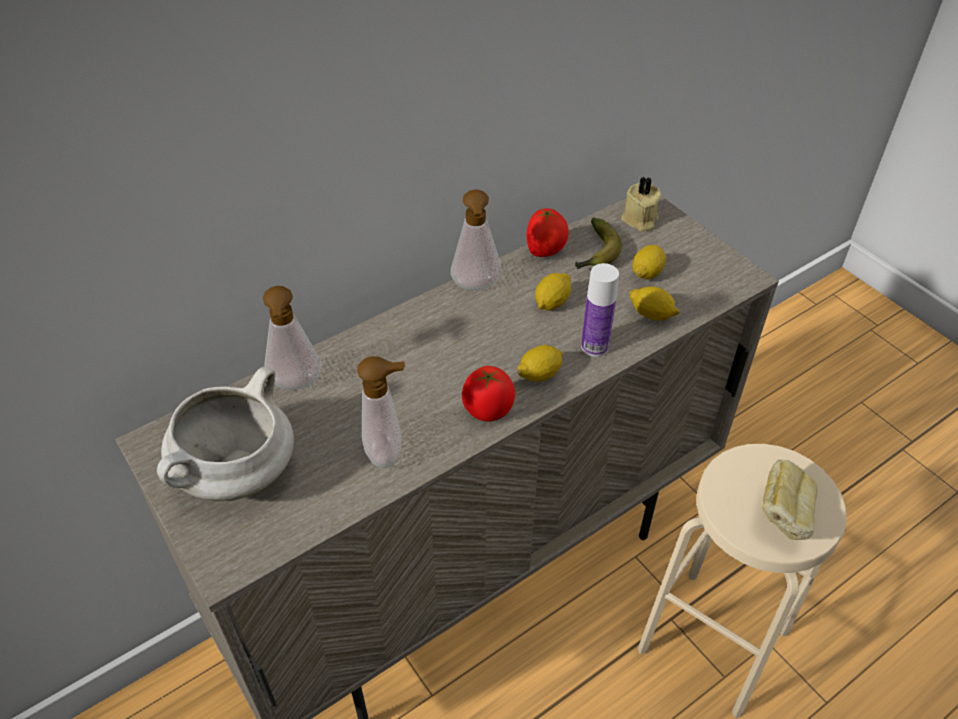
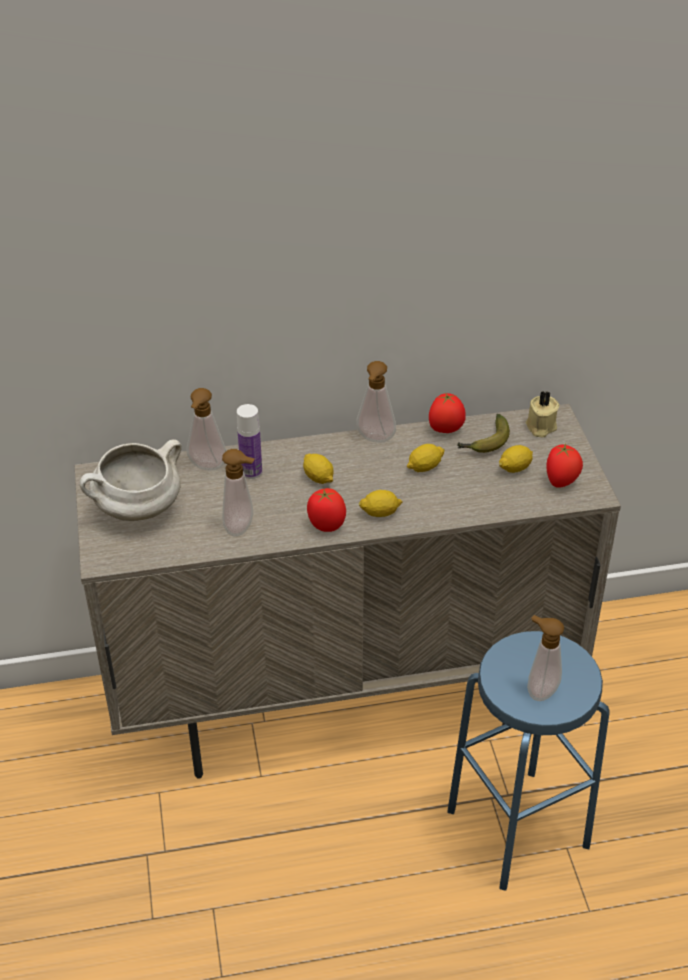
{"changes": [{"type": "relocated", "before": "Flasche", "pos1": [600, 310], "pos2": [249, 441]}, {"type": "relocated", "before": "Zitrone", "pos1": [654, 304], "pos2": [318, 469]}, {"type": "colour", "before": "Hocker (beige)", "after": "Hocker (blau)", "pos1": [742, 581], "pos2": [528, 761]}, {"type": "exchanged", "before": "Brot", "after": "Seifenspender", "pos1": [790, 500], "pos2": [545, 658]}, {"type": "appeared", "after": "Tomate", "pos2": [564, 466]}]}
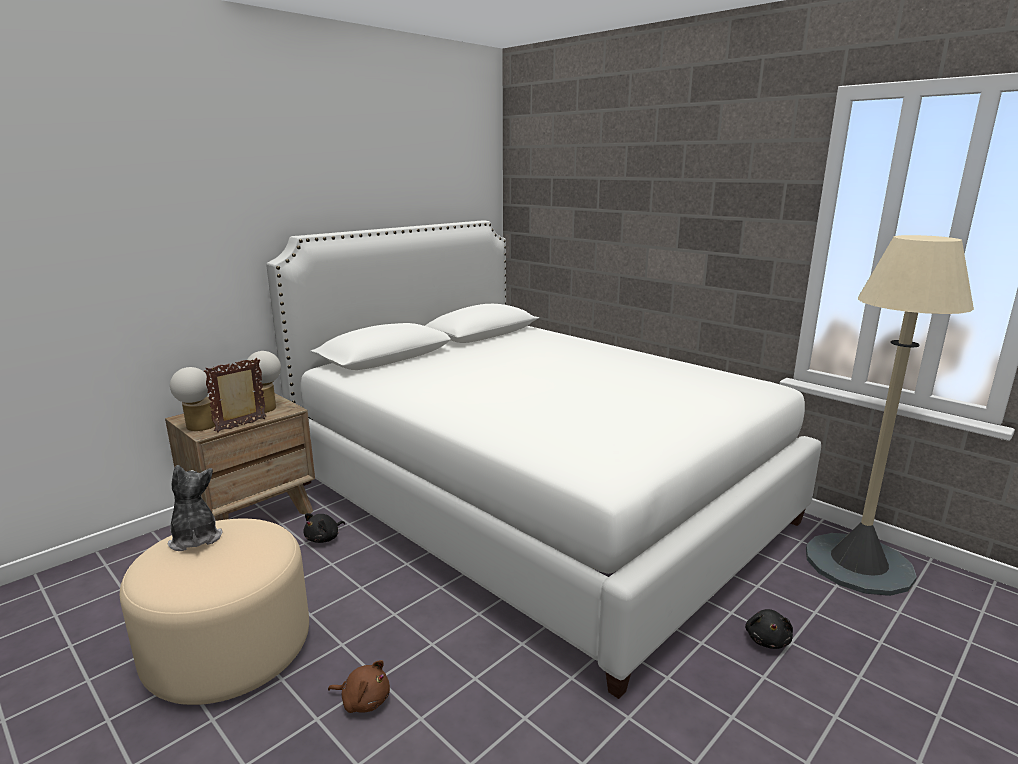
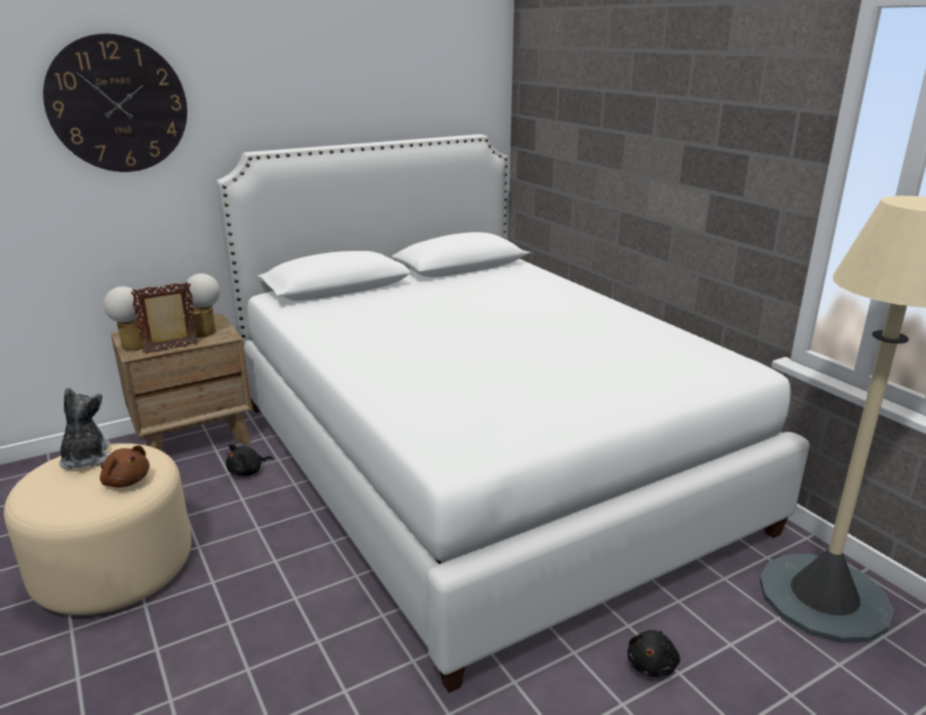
{"changes": [{"type": "relocated", "before": "Plüschtier (braun)", "pos1": [359, 686], "pos2": [125, 466]}, {"type": "appeared", "after": "Wanduhr", "pos2": [115, 103]}]}
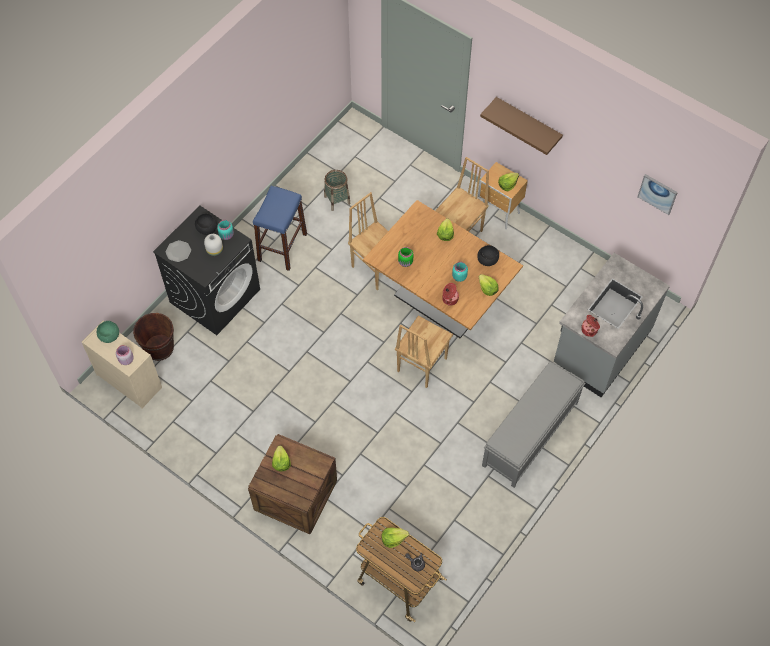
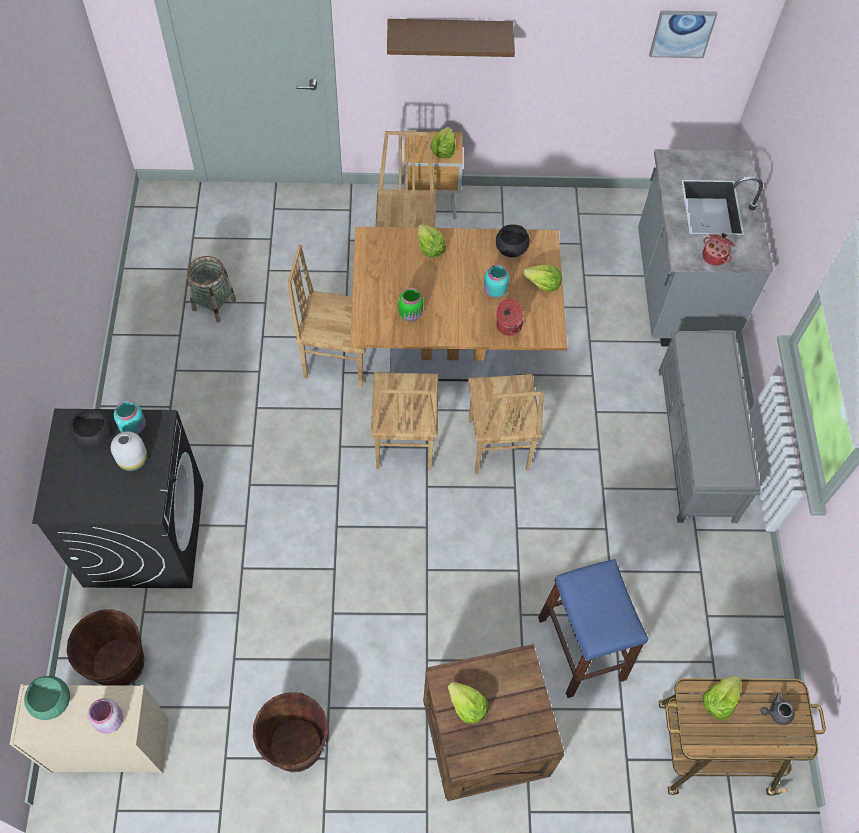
{"changes": [{"type": "relocated", "before": "Hocker (blau)", "pos1": [280, 228], "pos2": [593, 628]}, {"type": "missing", "before": "Teller", "pos1": [178, 251]}, {"type": "appeared", "after": "Stuhl (braun)", "pos2": [404, 421]}, {"type": "appeared", "after": "Eimer (braun)", "pos2": [290, 732]}]}
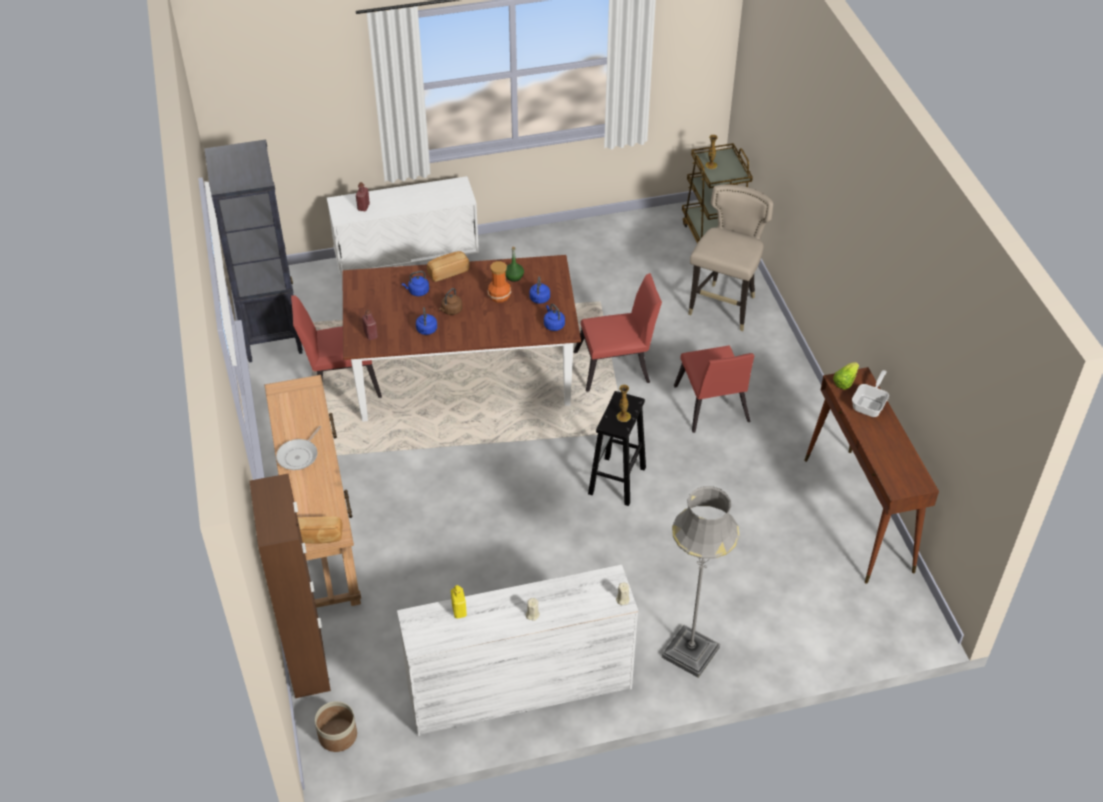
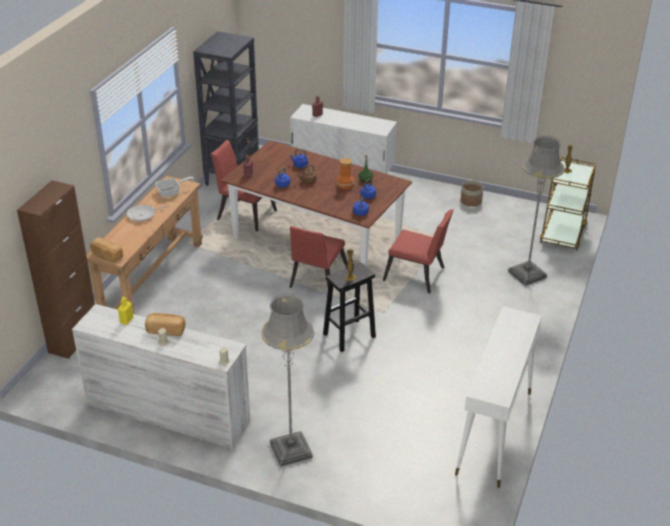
{"changes": [{"type": "exchanged", "before": "Hocker (beige)", "after": "Stehlampe (grau)", "pos1": [730, 257], "pos2": [536, 211]}, {"type": "relocated", "before": "Brot", "pos1": [448, 266], "pos2": [165, 324]}, {"type": "relocated", "before": "Stuhl (rot)", "pos1": [714, 389], "pos2": [318, 257]}, {"type": "missing", "before": "Salatkopf", "pos1": [846, 376]}, {"type": "colour", "before": "Konsolentisch (braun)", "after": "Konsolentisch (weiß)", "pos1": [871, 475], "pos2": [498, 397]}, {"type": "relocated", "before": "Pfanne", "pos1": [870, 393], "pos2": [174, 187]}, {"type": "relocated", "before": "Pflanzkübel", "pos1": [336, 726], "pos2": [472, 193]}]}
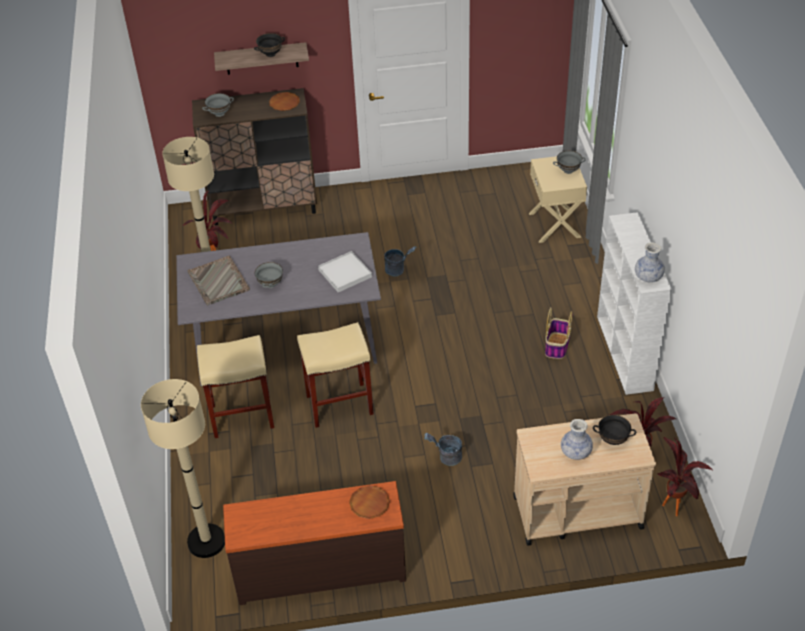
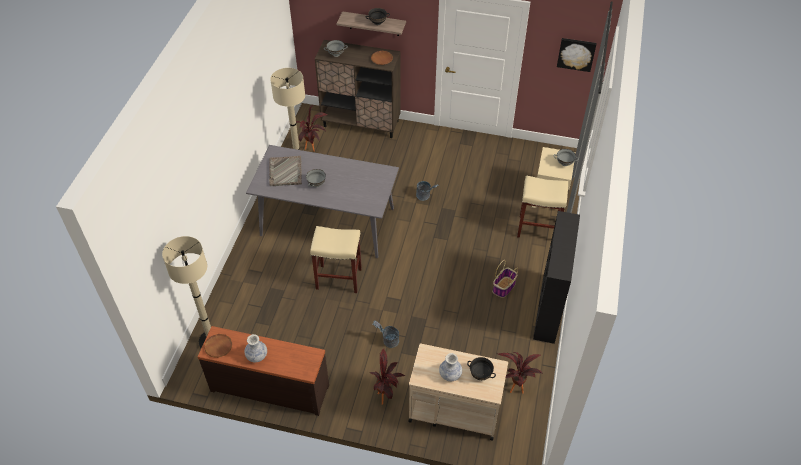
{"changes": [{"type": "colour", "before": "Bücherregal (weiß)", "after": "Bücherregal (schwarz)", "pos1": [634, 303], "pos2": [556, 277]}, {"type": "relocated", "before": "Vase", "pos1": [650, 262], "pos2": [255, 348]}, {"type": "missing", "before": "Tablett (weiß)", "pos1": [345, 271]}, {"type": "relocated", "before": "Hocker (beige)", "pos1": [235, 386], "pos2": [542, 207]}, {"type": "relocated", "before": "Topfpflanze", "pos1": [684, 476], "pos2": [387, 377]}, {"type": "relocated", "before": "Teller (braun)", "pos1": [369, 502], "pos2": [218, 346]}, {"type": "appeared", "after": "Bild", "pos2": [577, 55]}]}
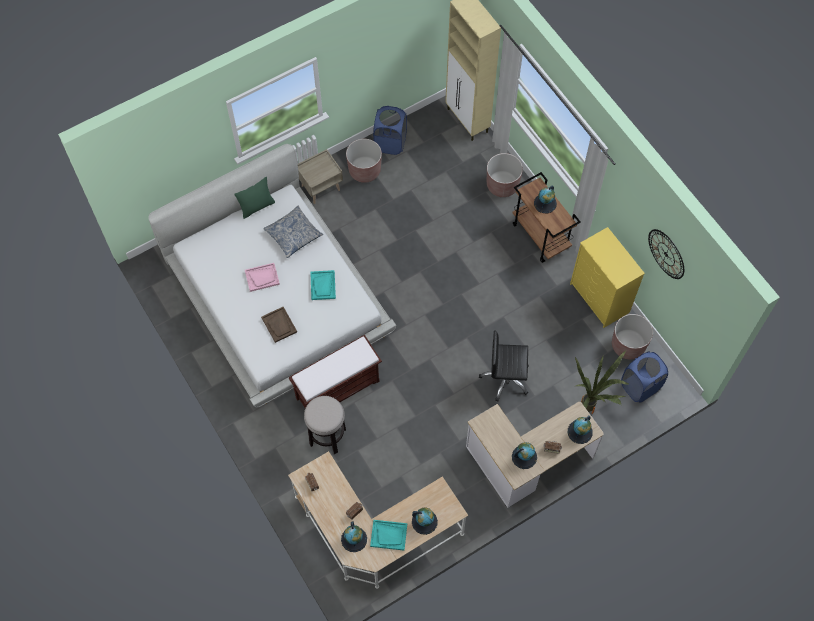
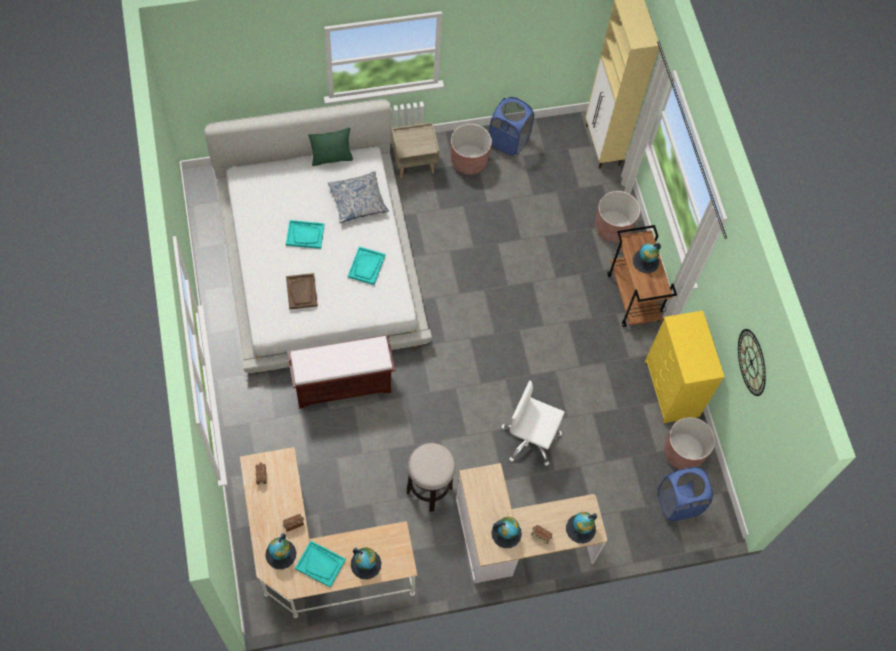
{"changes": [{"type": "colour", "before": "Tablett (rosa)", "after": "Tablett (türkis)", "pos1": [262, 277], "pos2": [305, 234]}, {"type": "colour", "before": "Bürostuhl (schwarz)", "after": "Bürostuhl (weiß)", "pos1": [504, 365], "pos2": [533, 423]}, {"type": "missing", "before": "Topfpflanze", "pos1": [602, 382]}, {"type": "relocated", "before": "Hocker", "pos1": [325, 425], "pos2": [431, 477]}]}
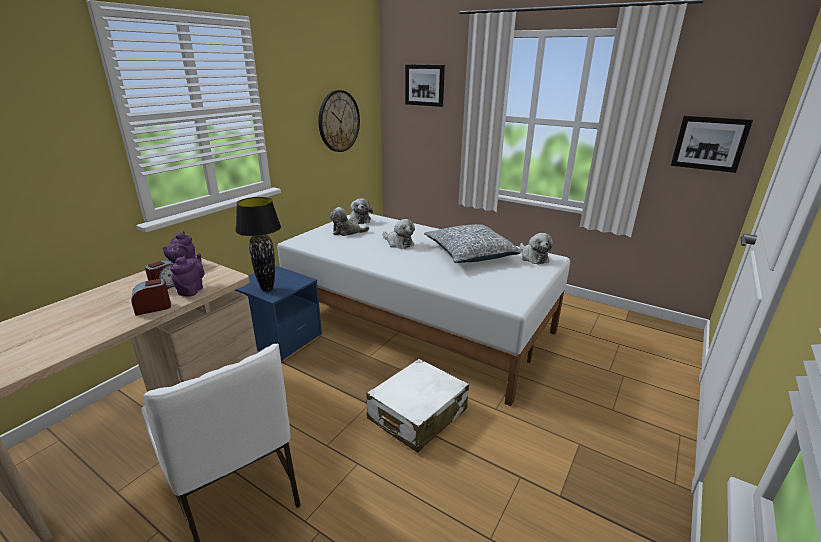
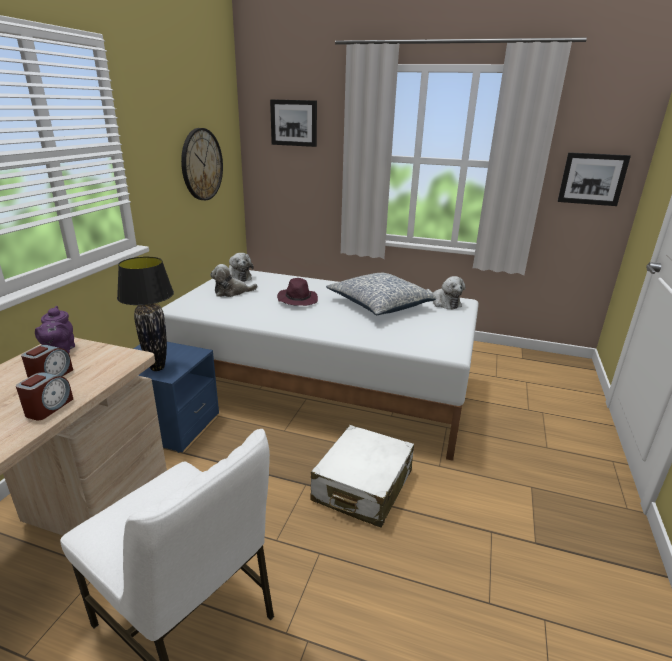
{"changes": [{"type": "exchanged", "before": "Plüschtier", "after": "Hut (lila)", "pos1": [399, 234], "pos2": [297, 292]}, {"type": "missing", "before": "Teekanne (lila)", "pos1": [187, 275]}, {"type": "spun", "before": "Wecker", "pos1": [151, 297], "pos2": [44, 396], "turn": 150}]}
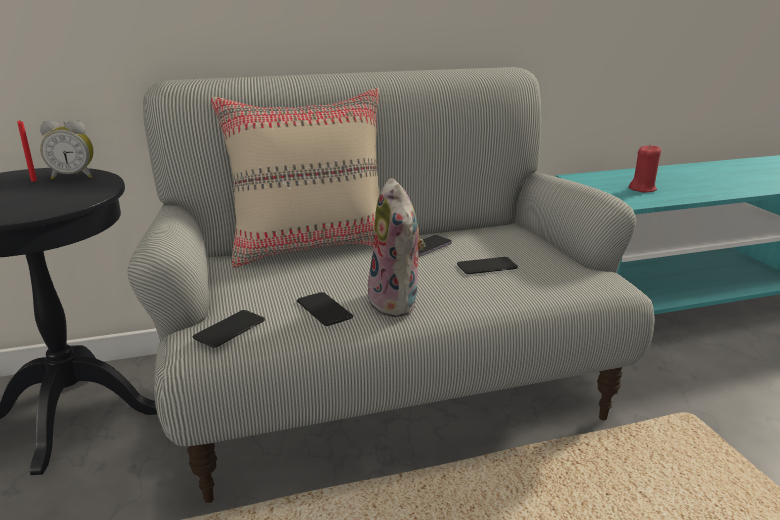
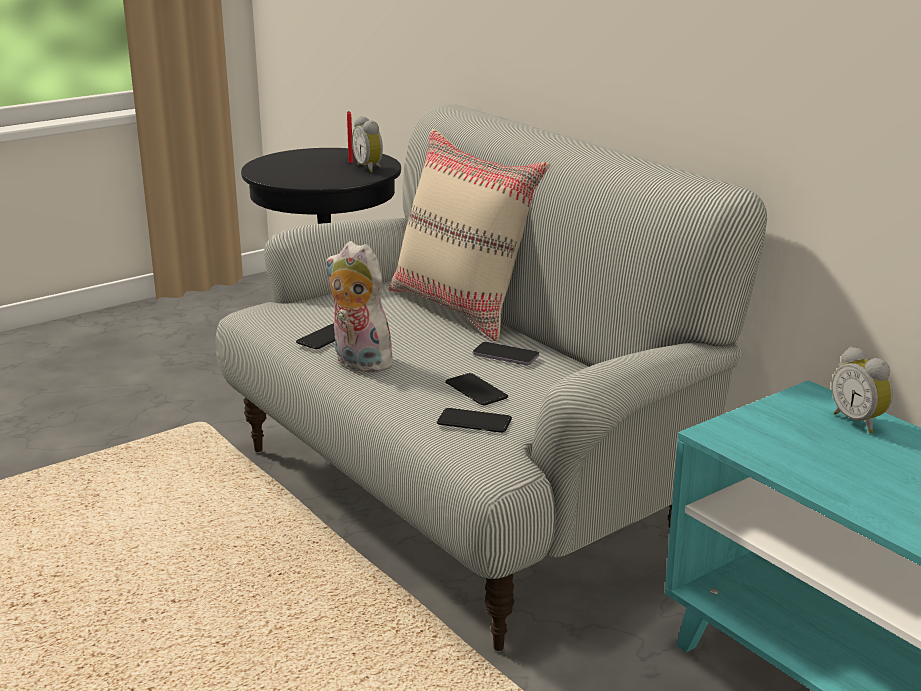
{"changes": [{"type": "missing", "before": "Kerze (rot)", "pos1": [644, 168]}, {"type": "spun", "before": "Plüschtier", "pos1": [396, 247], "pos2": [360, 306], "turn": 75}, {"type": "relocated", "before": "Handy", "pos1": [229, 329], "pos2": [474, 420]}, {"type": "appeared", "after": "Wecker", "pos2": [862, 390]}]}
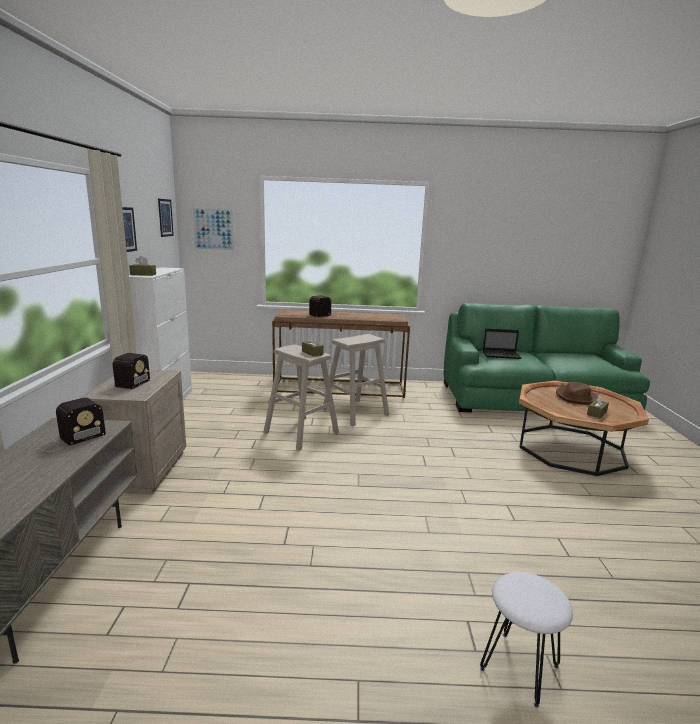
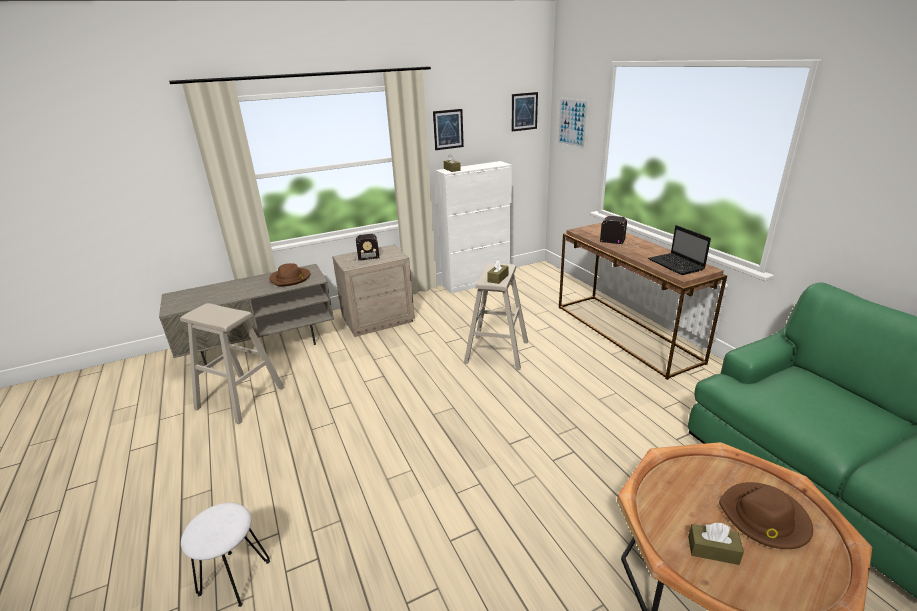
{"changes": [{"type": "relocated", "before": "Laptop", "pos1": [502, 344], "pos2": [679, 250]}, {"type": "relocated", "before": "Hocker (beige)", "pos1": [355, 380], "pos2": [232, 363]}, {"type": "exchanged", "before": "Radio", "after": "Hut (braun)", "pos1": [70, 424], "pos2": [289, 275]}]}
